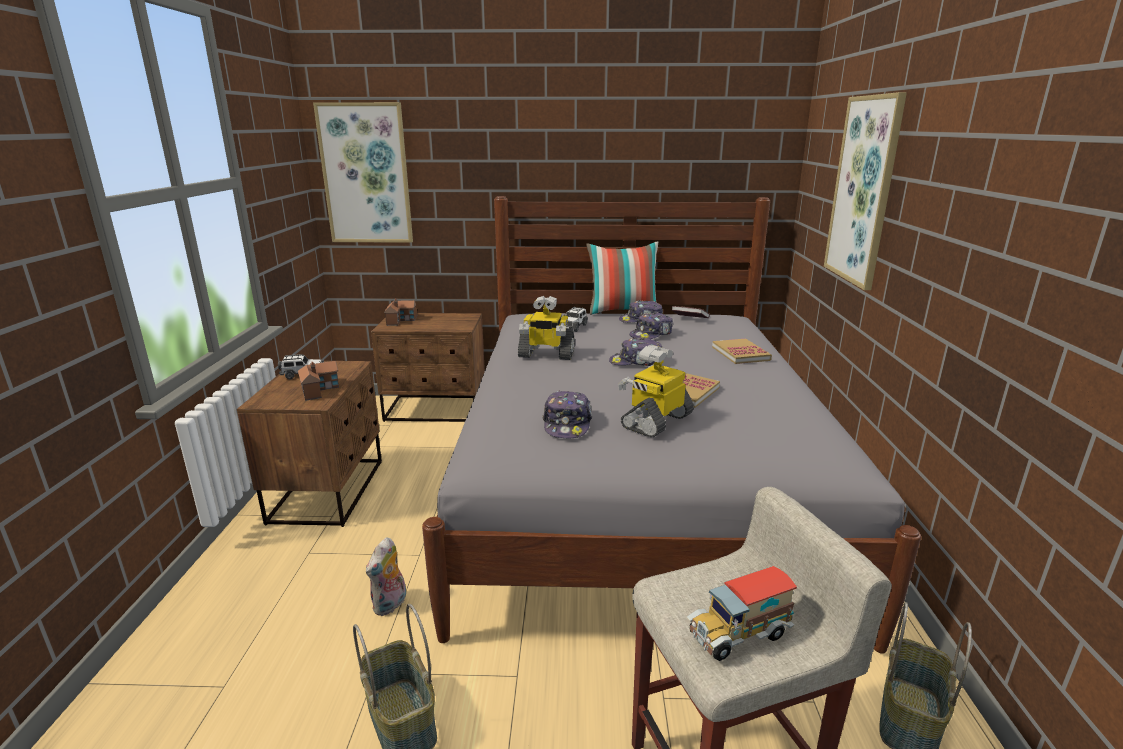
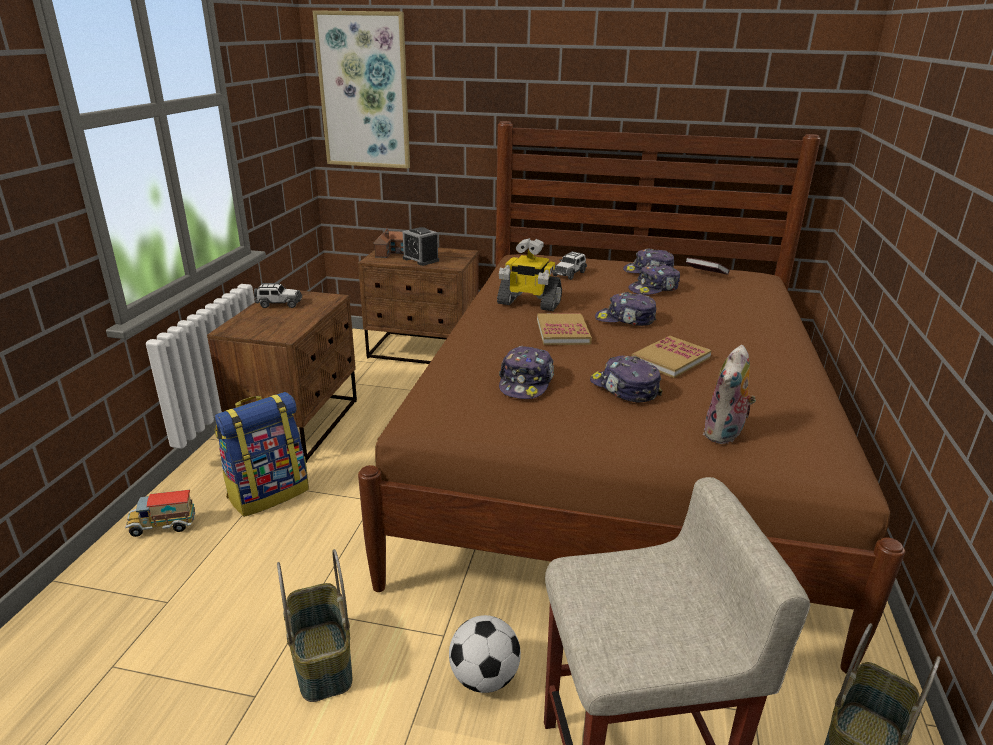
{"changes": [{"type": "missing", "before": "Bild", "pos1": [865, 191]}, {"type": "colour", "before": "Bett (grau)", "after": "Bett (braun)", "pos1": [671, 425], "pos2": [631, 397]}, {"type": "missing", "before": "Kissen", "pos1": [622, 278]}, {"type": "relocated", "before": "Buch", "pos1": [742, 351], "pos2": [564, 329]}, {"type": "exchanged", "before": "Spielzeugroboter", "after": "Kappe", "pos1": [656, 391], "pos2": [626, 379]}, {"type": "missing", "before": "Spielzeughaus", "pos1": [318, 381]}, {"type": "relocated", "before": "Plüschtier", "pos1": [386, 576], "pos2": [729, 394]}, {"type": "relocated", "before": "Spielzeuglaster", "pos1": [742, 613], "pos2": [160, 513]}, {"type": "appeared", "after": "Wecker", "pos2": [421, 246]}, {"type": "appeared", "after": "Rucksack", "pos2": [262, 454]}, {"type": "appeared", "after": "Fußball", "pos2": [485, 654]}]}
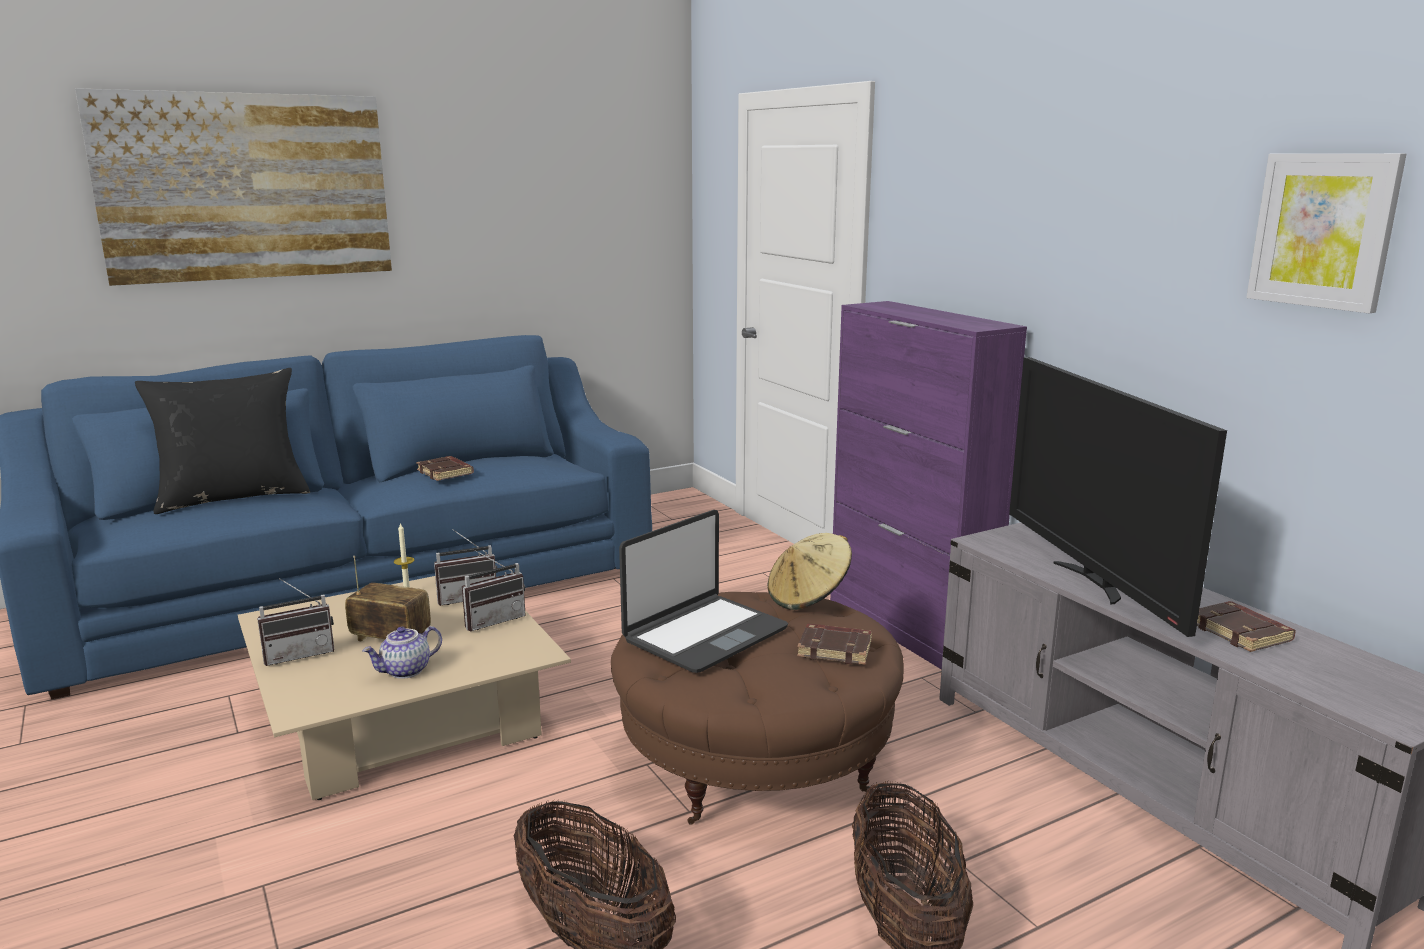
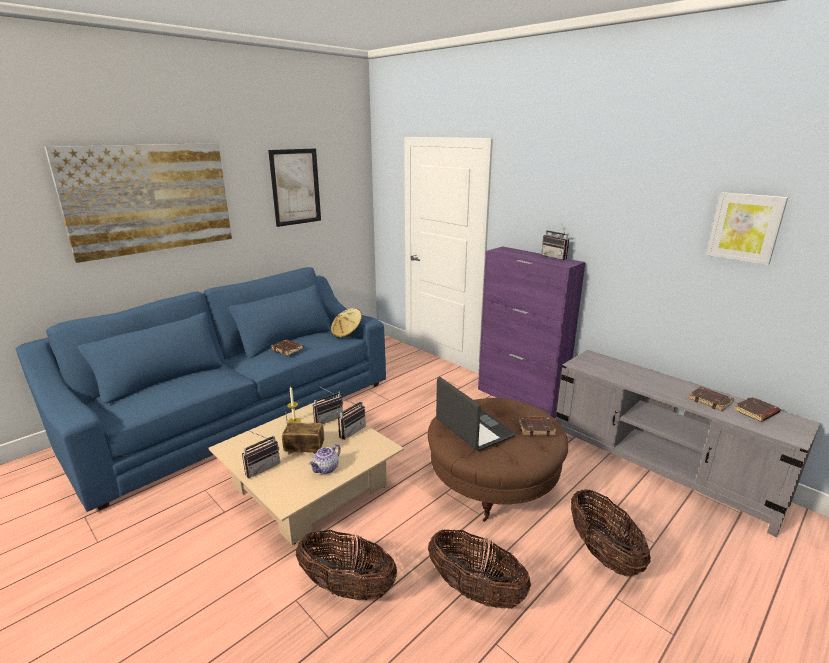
{"changes": [{"type": "missing", "before": "Fernseher", "pos1": [1118, 497]}, {"type": "missing", "before": "Kissen (schwarz)", "pos1": [222, 441]}, {"type": "spun", "before": "Laptop", "pos1": [703, 591], "pos2": [476, 414], "turn": -60}, {"type": "relocated", "before": "Hut (beige)", "pos1": [810, 571], "pos2": [346, 323]}, {"type": "appeared", "after": "Bild", "pos2": [294, 187]}, {"type": "appeared", "after": "Radio", "pos2": [555, 242]}, {"type": "appeared", "after": "Buch (braun)", "pos2": [757, 409]}, {"type": "appeared", "after": "Korb", "pos2": [346, 565]}]}
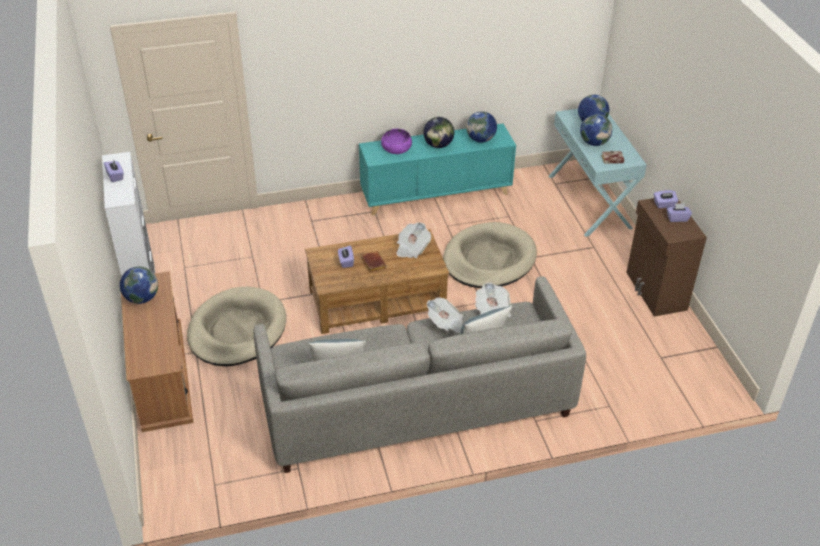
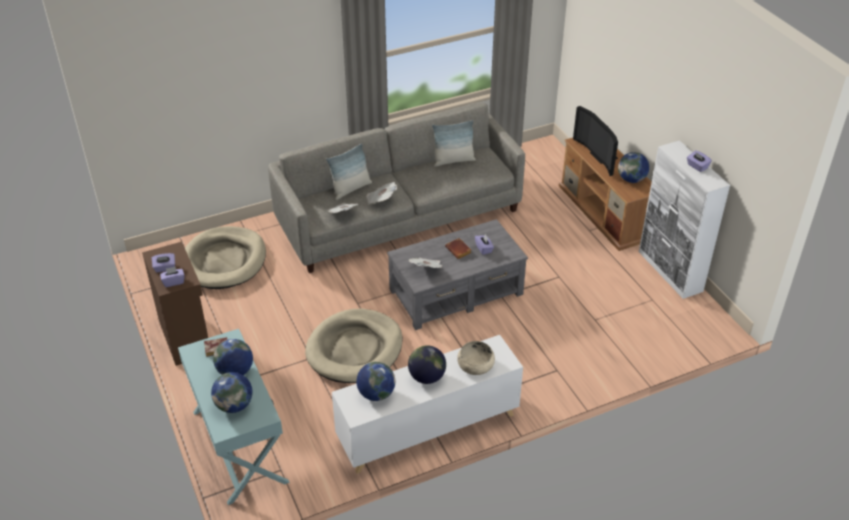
{"changes": [{"type": "colour", "before": "Schrank (türkis)", "after": "Schrank (weiß)", "pos1": [437, 170], "pos2": [427, 404]}, {"type": "colour", "before": "Schüssel (lila)", "after": "Schüssel (beige)", "pos1": [396, 141], "pos2": [476, 358]}, {"type": "colour", "before": "Couchtisch (braun)", "after": "Couchtisch (grau)", "pos1": [377, 281], "pos2": [457, 274]}, {"type": "relocated", "before": "Hundebett (beige)", "pos1": [236, 326], "pos2": [225, 257]}, {"type": "appeared", "after": "Fernseher", "pos2": [595, 141]}]}
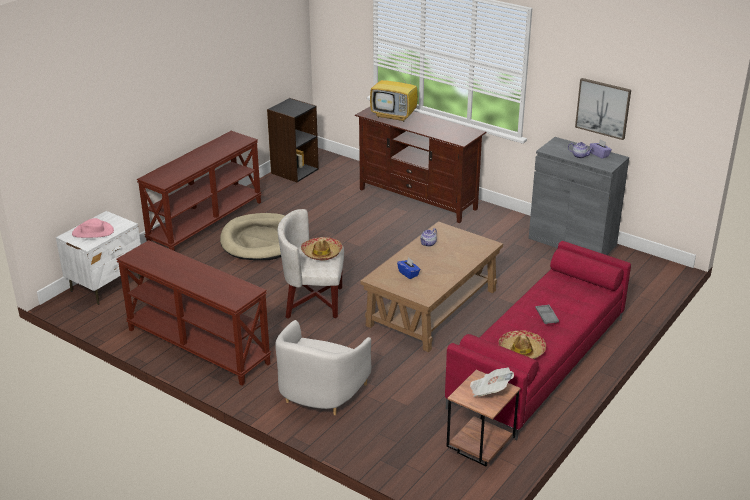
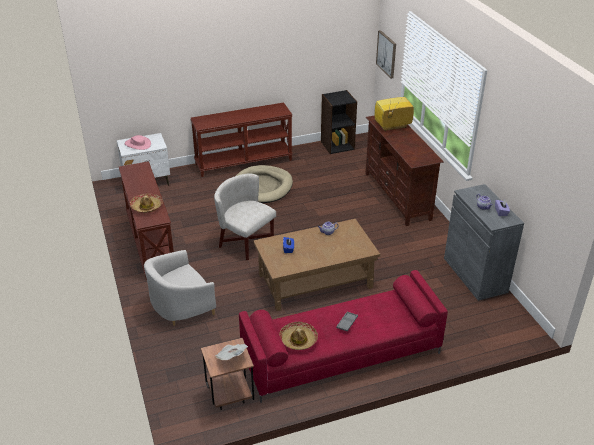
{"changes": [{"type": "spun", "before": "Fernseher", "pos1": [394, 95], "pos2": [394, 114], "turn": 105}, {"type": "relocated", "before": "Bild", "pos1": [603, 109], "pos2": [386, 54]}, {"type": "relocated", "before": "Hut", "pos1": [322, 249], "pos2": [146, 203]}]}
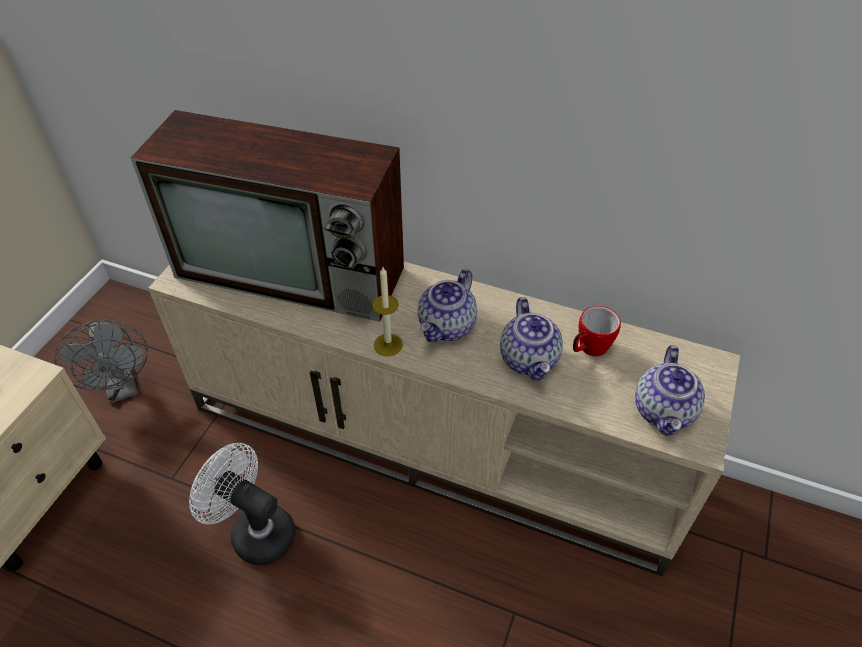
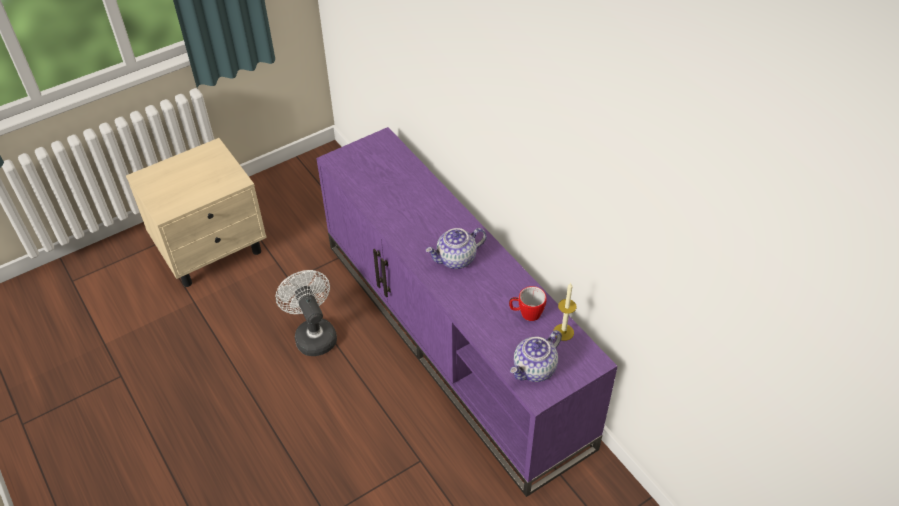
{"changes": [{"type": "missing", "before": "Fernseher", "pos1": [267, 216]}, {"type": "colour", "before": "Fernsehschrank (beige)", "after": "Fernsehschrank (lila)", "pos1": [444, 419], "pos2": [466, 312]}, {"type": "relocated", "before": "Kerze", "pos1": [387, 312], "pos2": [564, 312]}, {"type": "missing", "before": "Teekanne", "pos1": [531, 339]}, {"type": "missing", "before": "Ventilator (grau)", "pos1": [101, 362]}]}
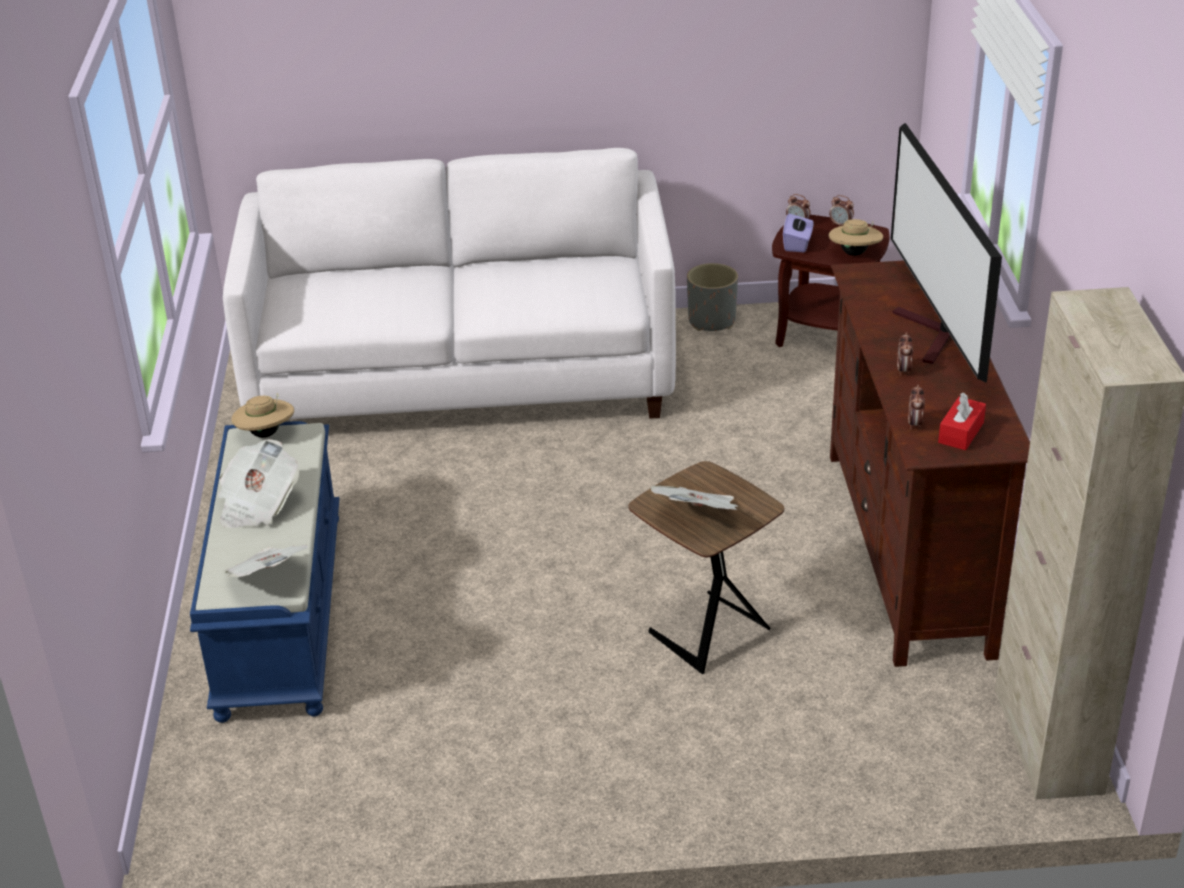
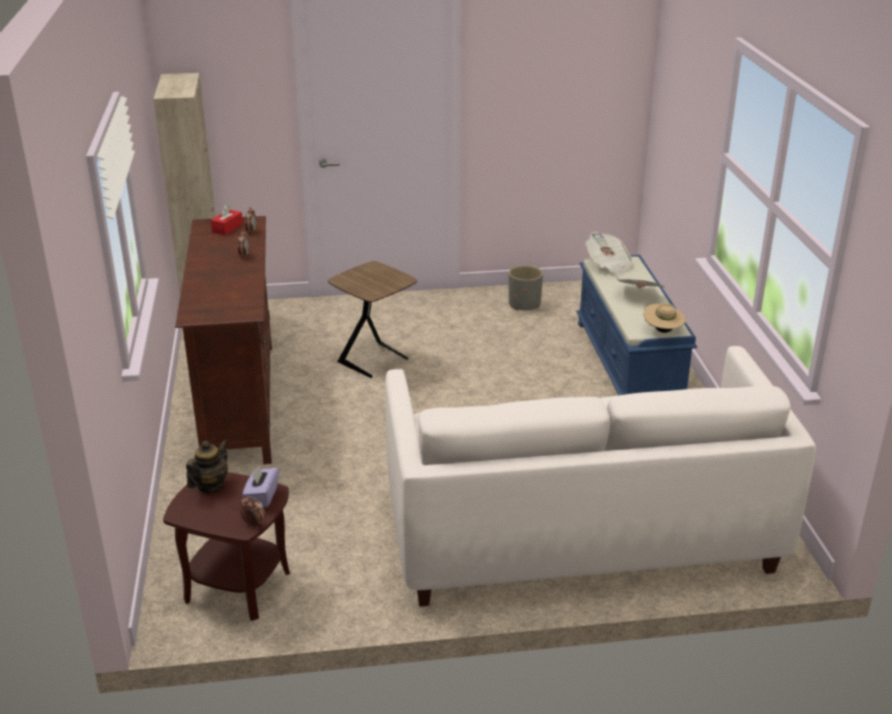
{"changes": [{"type": "missing", "before": "Fernseher", "pos1": [946, 253]}, {"type": "missing", "before": "Wecker", "pos1": [841, 210]}, {"type": "exchanged", "before": "Hut (beige)", "after": "Teekanne", "pos1": [856, 237], "pos2": [207, 466]}, {"type": "relocated", "before": "Pflanzkübel (grau)", "pos1": [712, 297], "pos2": [526, 288]}, {"type": "missing", "before": "Zeitung", "pos1": [694, 498]}]}
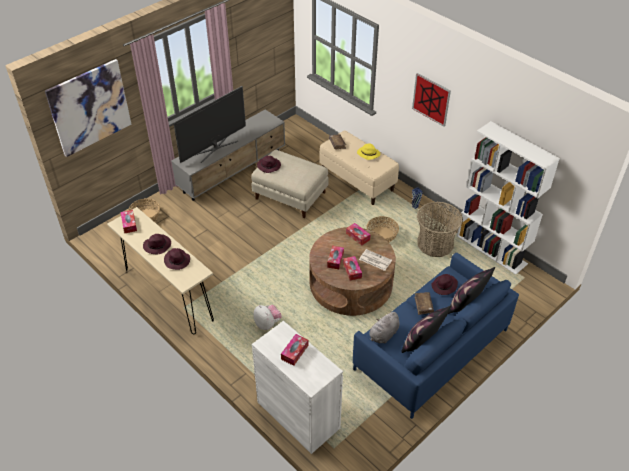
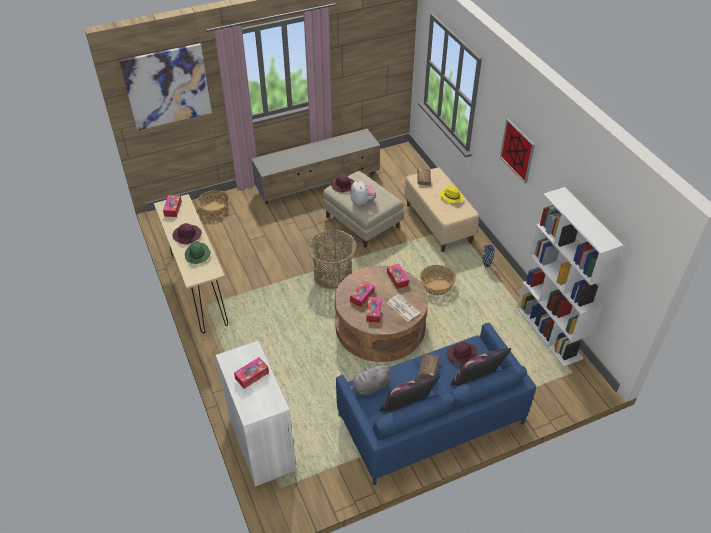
{"changes": [{"type": "missing", "before": "Fernseher", "pos1": [209, 124]}, {"type": "relocated", "before": "Korb", "pos1": [440, 229], "pos2": [332, 259]}, {"type": "colour", "before": "Hut (lila)", "after": "Hut (grün)", "pos1": [177, 259], "pos2": [198, 253]}, {"type": "relocated", "before": "Plüschtier", "pos1": [267, 317], "pos2": [363, 192]}]}
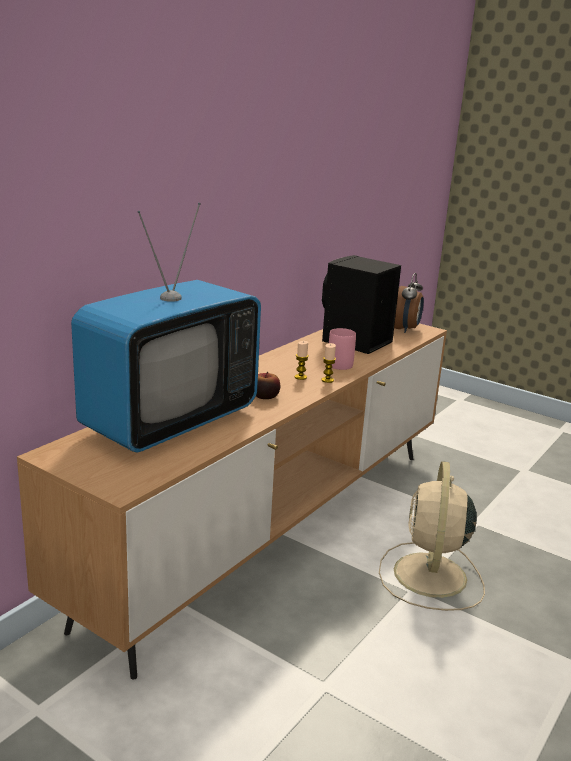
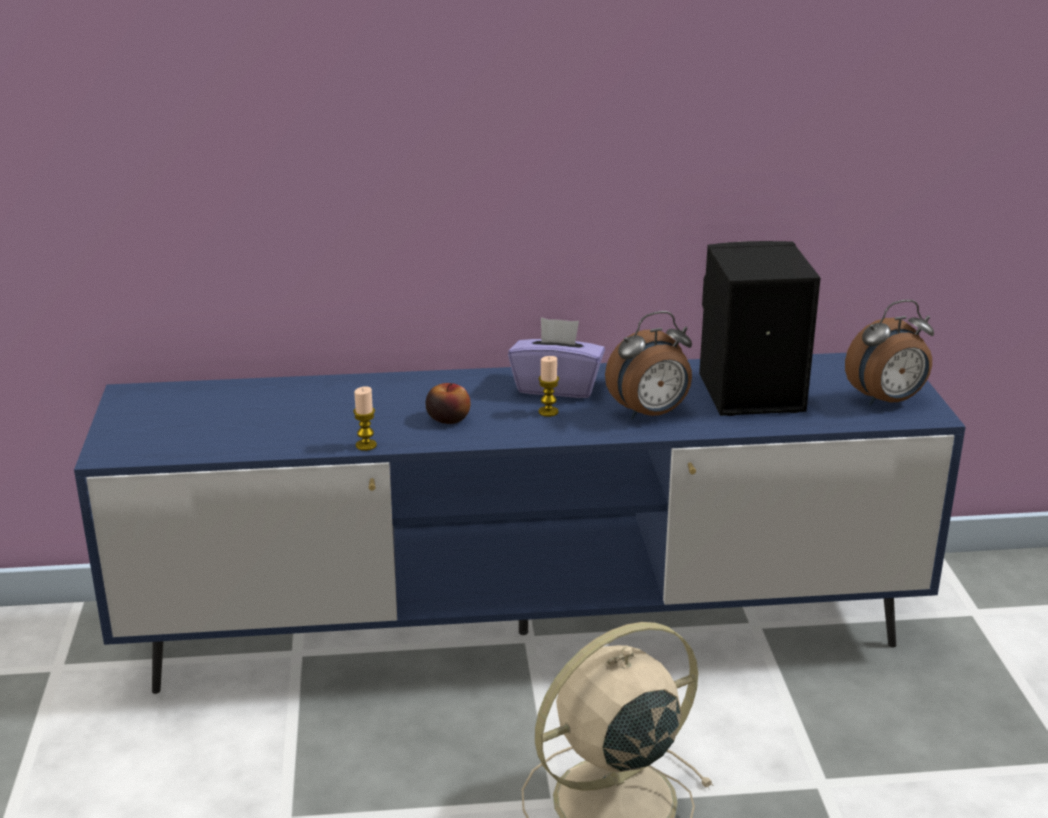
{"changes": [{"type": "missing", "before": "Fernseher", "pos1": [166, 328]}, {"type": "colour", "before": "Fernsehschrank (braun)", "after": "Fernsehschrank (blau)", "pos1": [232, 501], "pos2": [520, 523]}, {"type": "exchanged", "before": "Henkelbecher (rosa)", "after": "Wecker", "pos1": [342, 349], "pos2": [648, 365]}, {"type": "relocated", "before": "Kerze", "pos1": [328, 363], "pos2": [365, 418]}, {"type": "appeared", "after": "Taschentuchbox (lila)", "pos2": [556, 357]}]}
